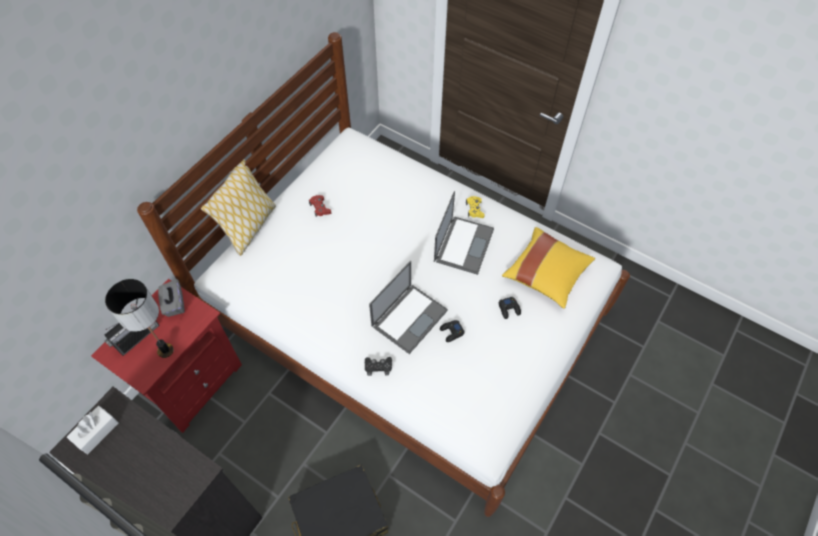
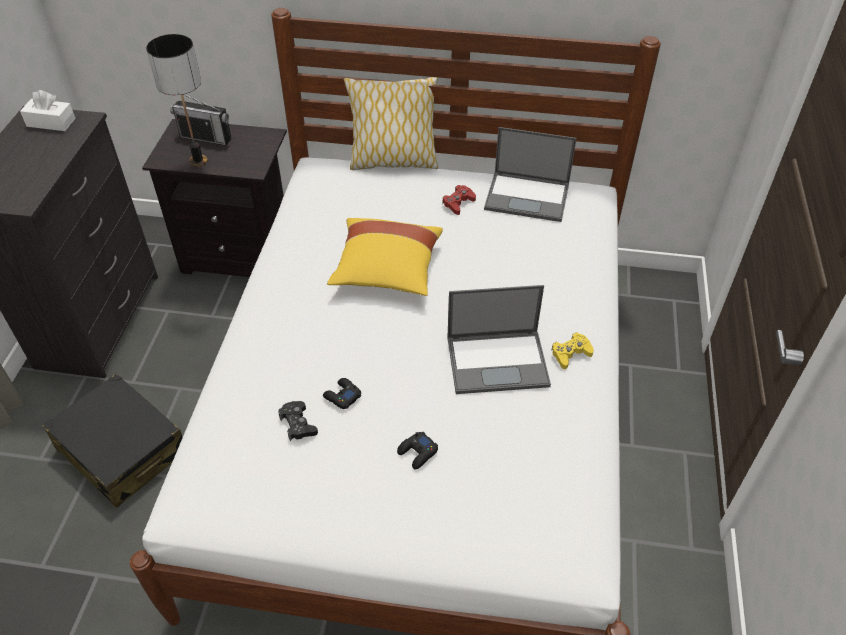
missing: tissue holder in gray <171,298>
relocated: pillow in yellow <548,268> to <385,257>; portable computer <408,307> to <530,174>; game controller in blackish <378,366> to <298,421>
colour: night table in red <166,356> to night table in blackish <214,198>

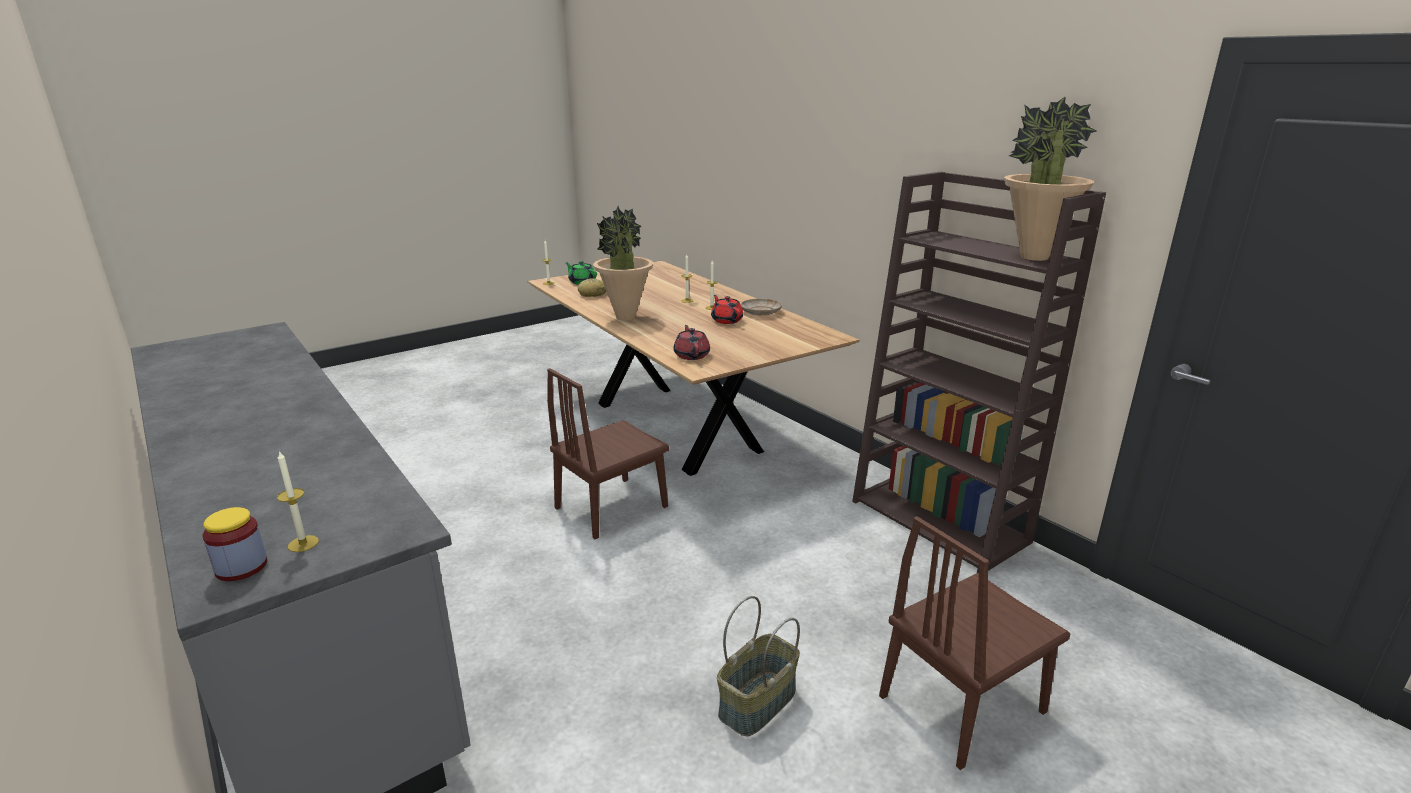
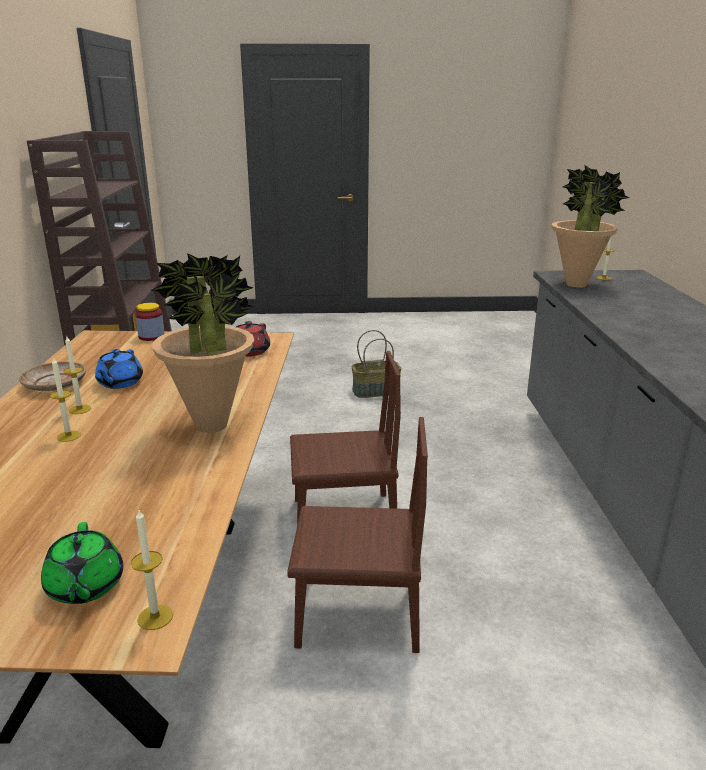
missing: bakery bread <592,287>
relocated: potted plant <1050,178> to <590,226>; jar <234,544> to <150,322>; plain chair in brown <974,643> to <357,535>
colour: teapot in red <727,309> to teapot in bluish <119,369>

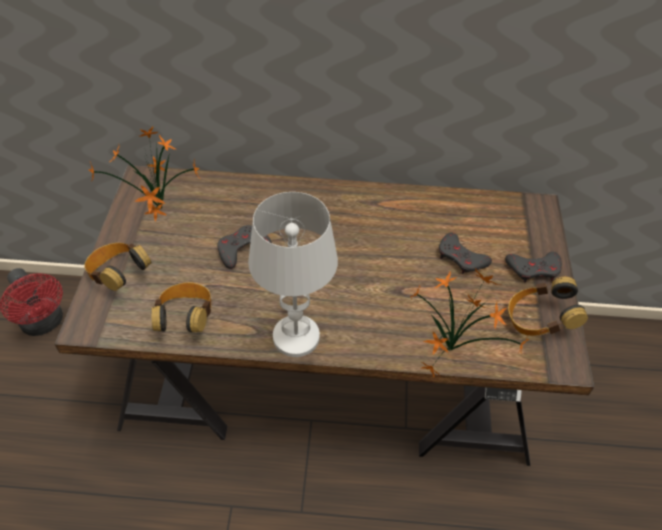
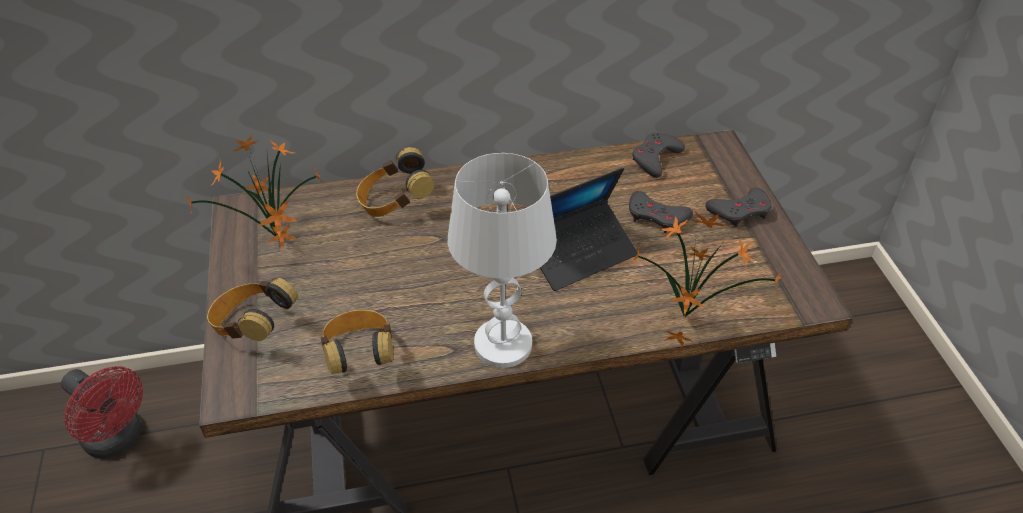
appeared: portable computer <589,229>
relocated: game controller in gray <244,247> to <658,155>; pair of headphones <548,306> to <395,182>

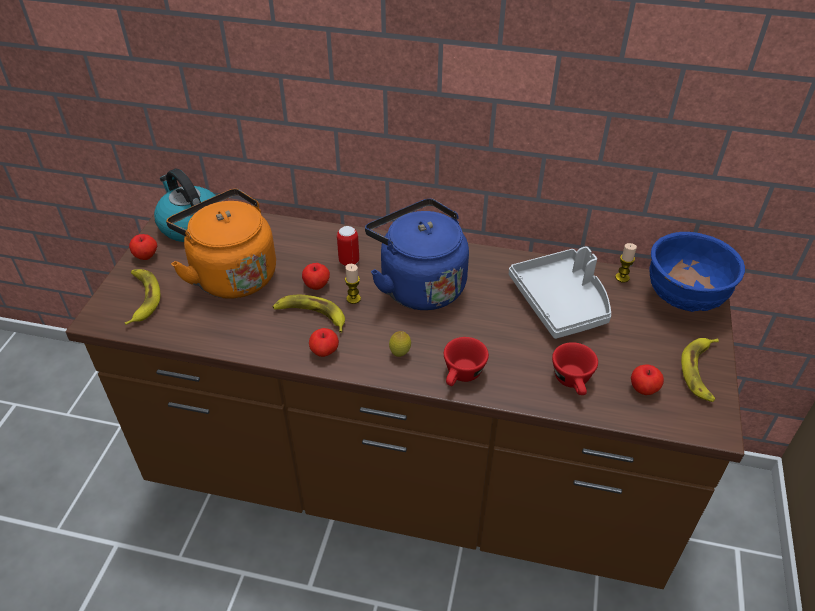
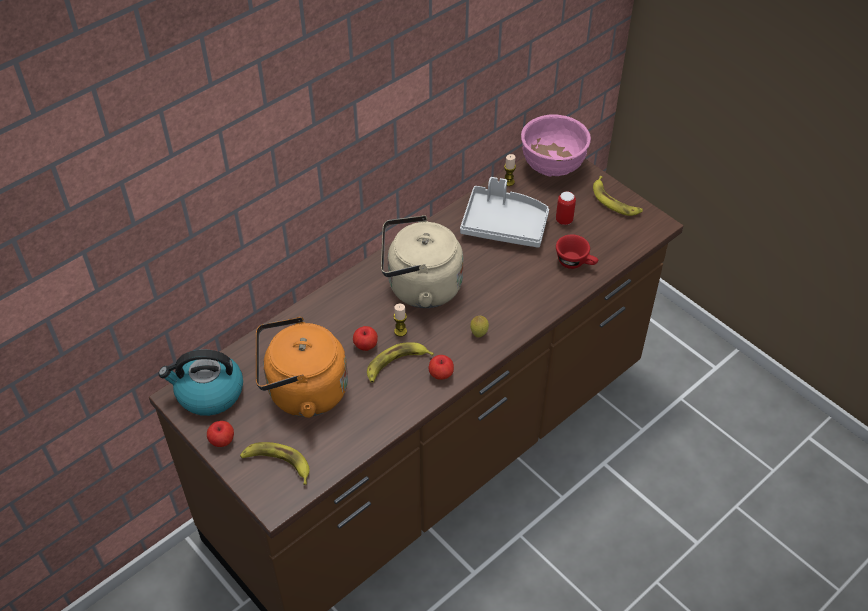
missing: small cup in red <466,361>; apple <647,380>
relocated: sealed can <348,246> to <566,208>
colour: tea kettle in bluish <417,254> to tea kettle in beige-coloured <422,261>; bowl in bluish <697,272> to bowl in pink <556,145>

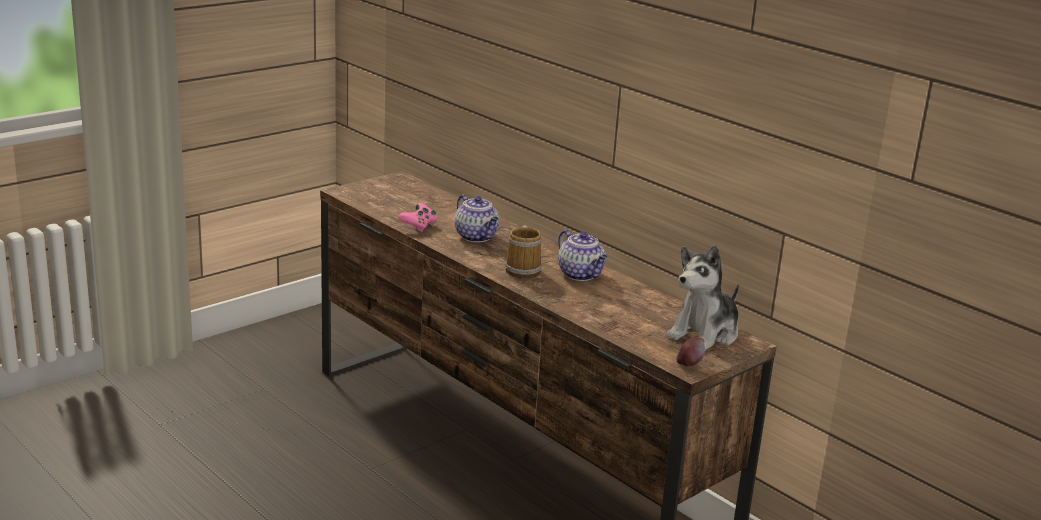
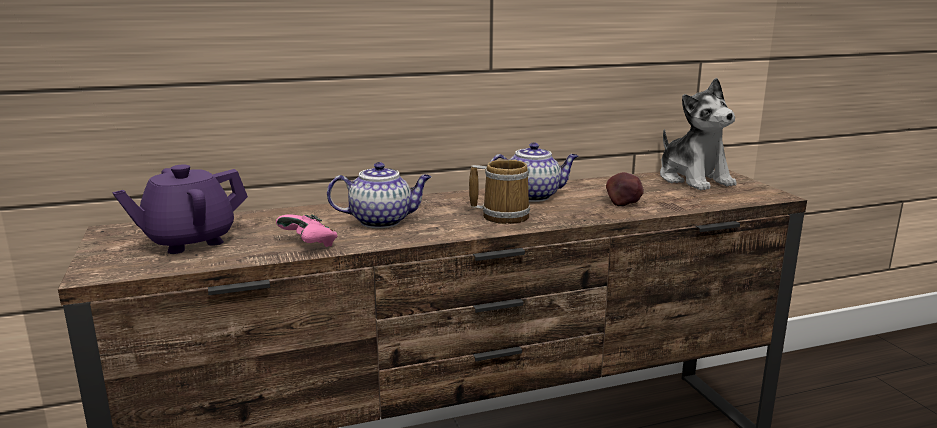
appeared: teapot in purplish <180,209>
relocated: apple <691,351> to <625,189>

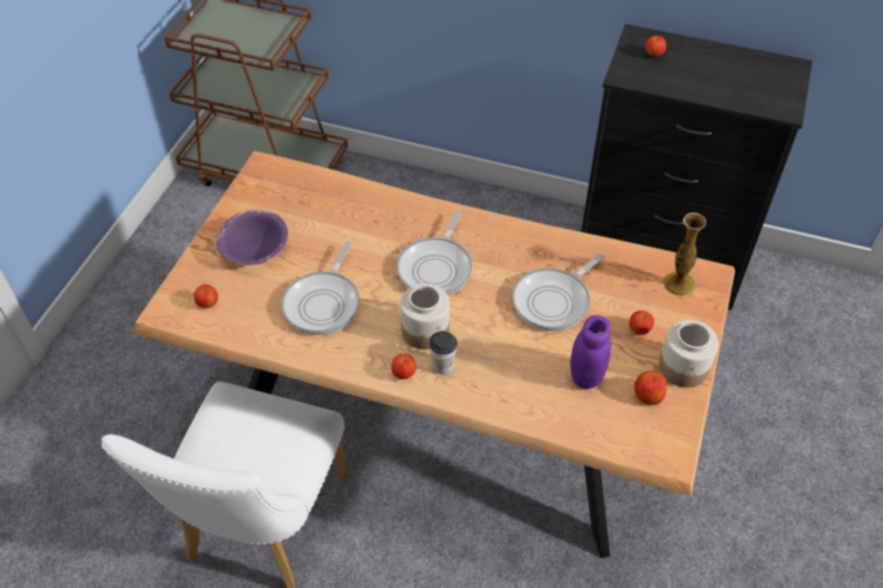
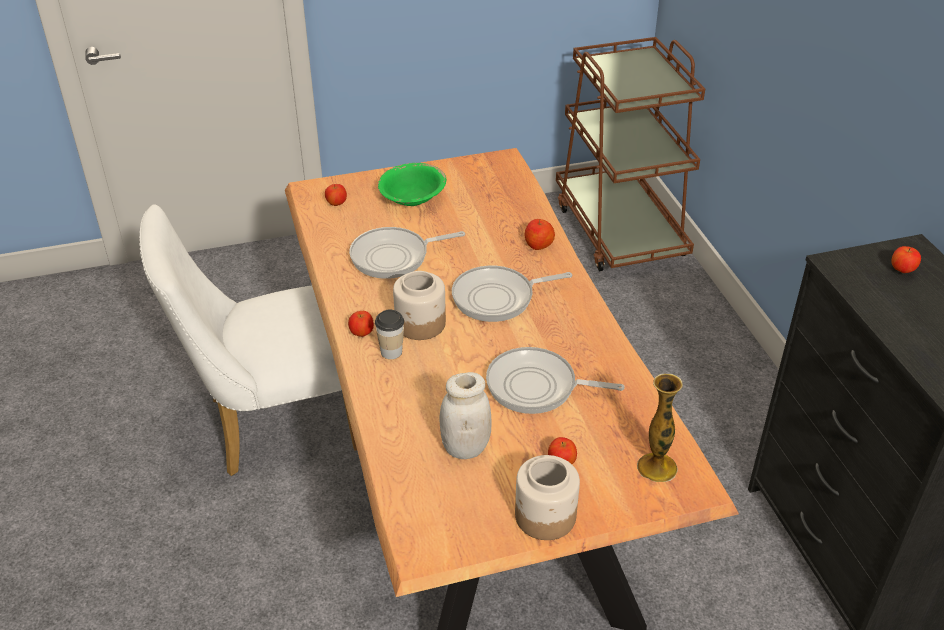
relocated: apple <650,388> to <539,234>
colour: bowl in purplish <252,237> to bowl in greenish <412,184>; jar in purplish <590,352> to jar in white-coloured <465,415>

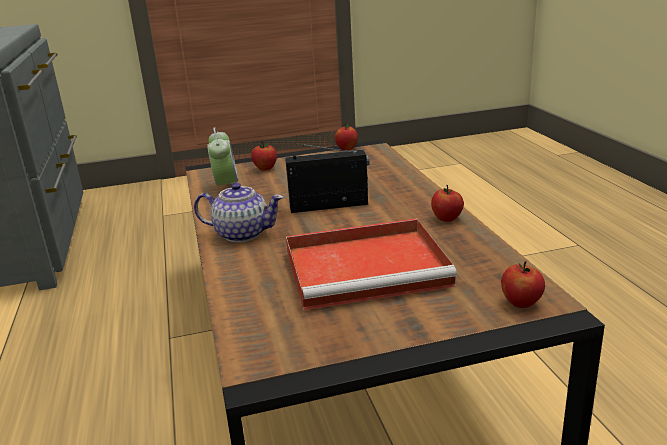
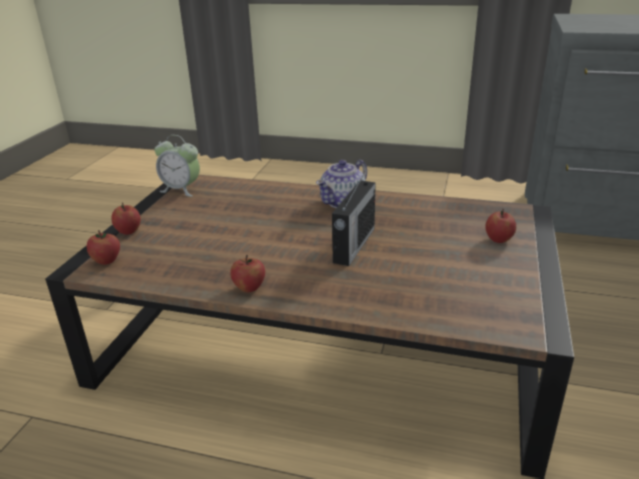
missing: serving tray in red <371,264>
relocated: apple <346,137> to <126,218>; bedside clock <222,157> to <177,166>

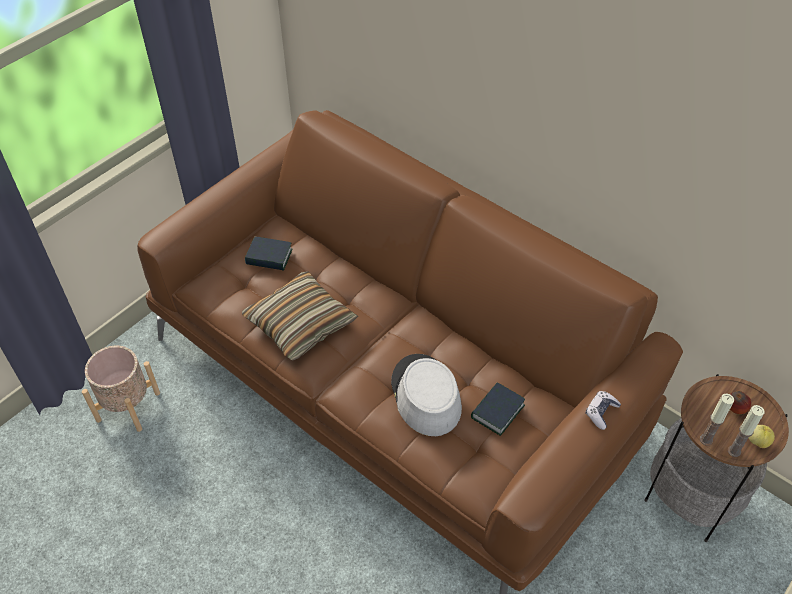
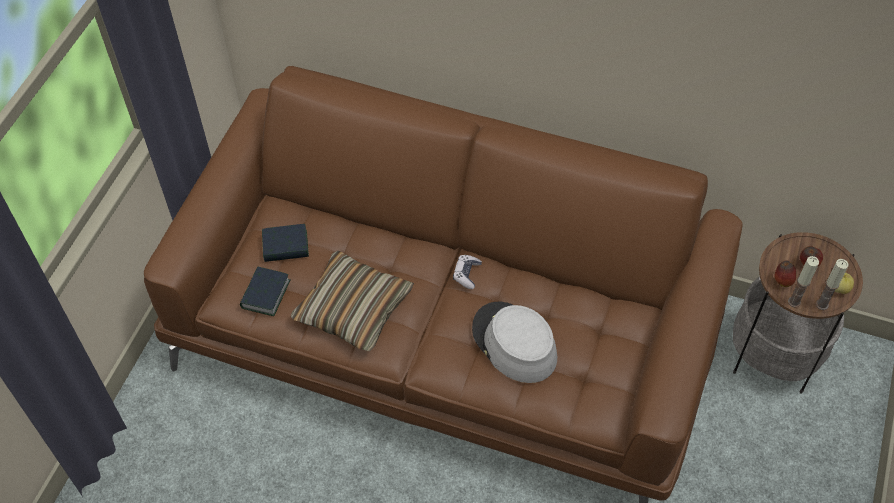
missing: planter in beige-coloured <121,389>
appeared: apple <785,273>
relocated: book <498,409> to <265,291>; game controller <603,410> to <467,272>

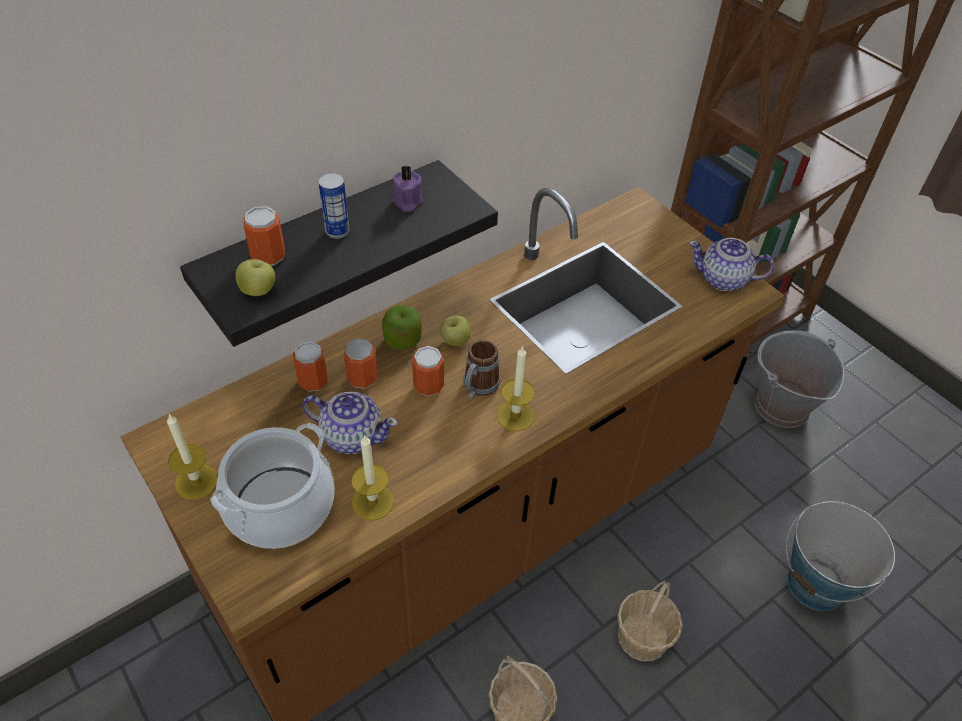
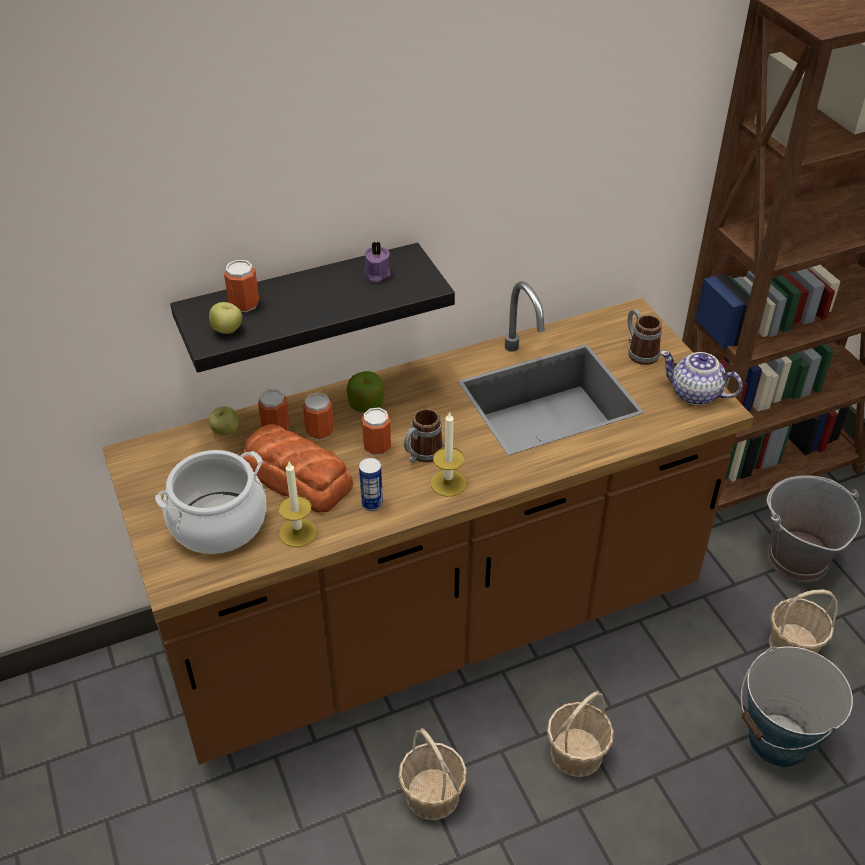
missing: candle <192,457>
appeared: tea mug <644,337>; household basket <803,621>
relocated: sealed can <334,206> to <371,484>; apple <455,331> to <224,421>
exchanged: teapot <350,422> to bakery bread <298,468>

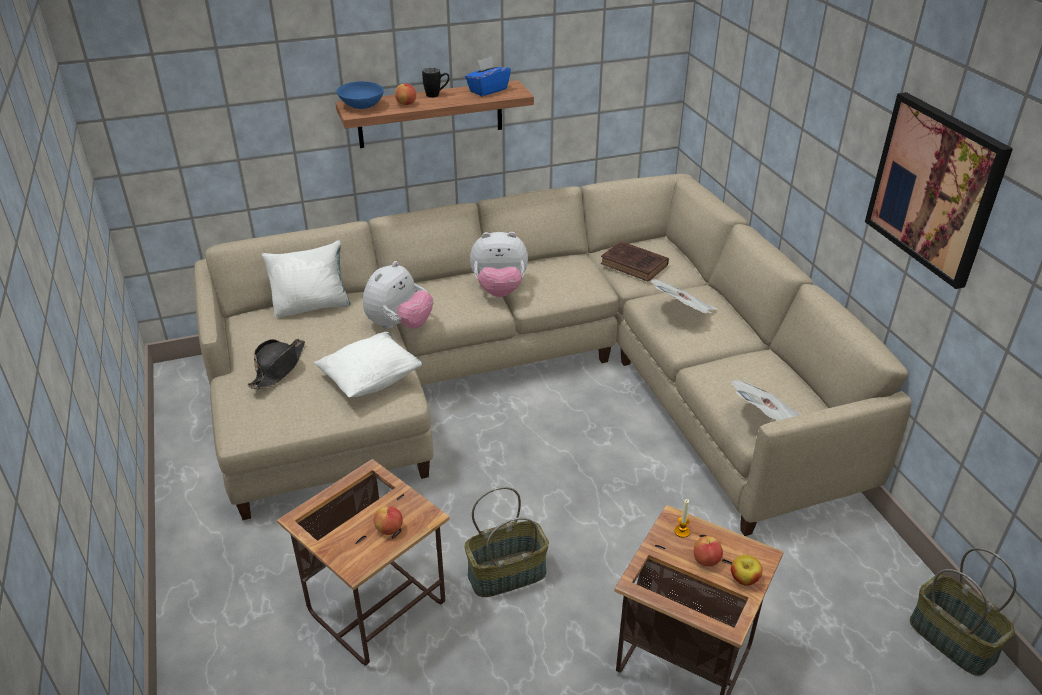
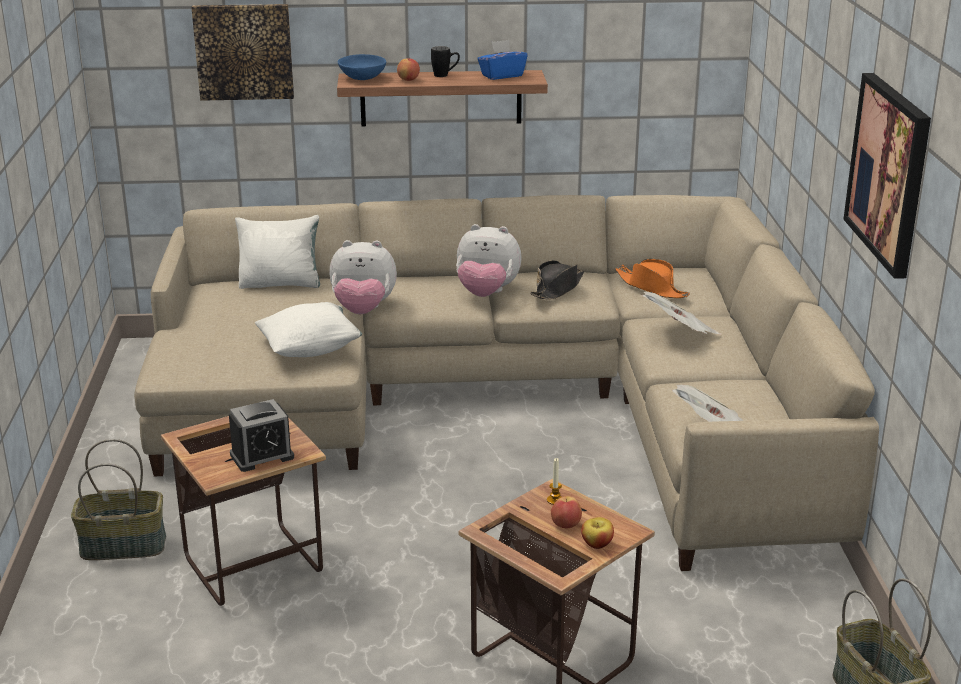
appeared: wall art <242,52>
relocated: clothing hat in blackish <276,363> to <557,280>; household basket <506,542> to <118,499>
exchanged: book in brown <634,261> to clothing hat in orangey <652,278>; apple <388,520> to bedside clock <261,435>
spun: cuddly toy <398,295> = <363,277> 45 degrees clockwise

